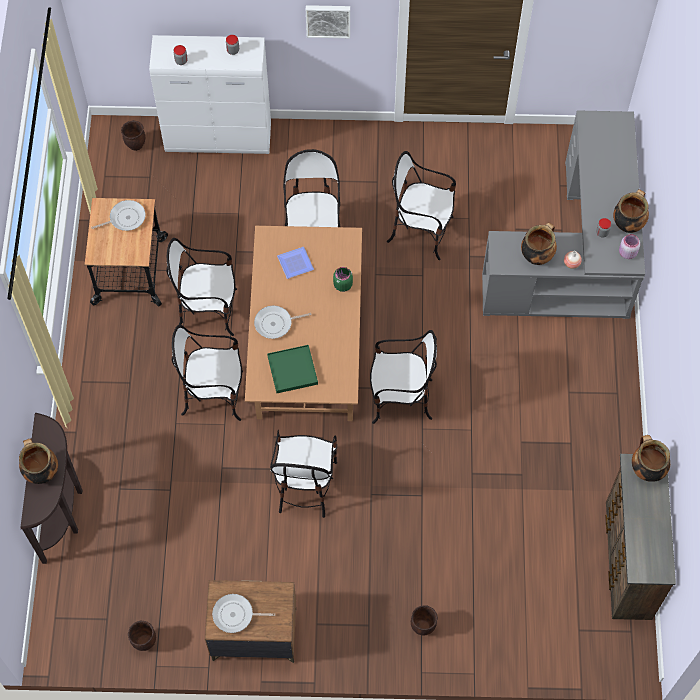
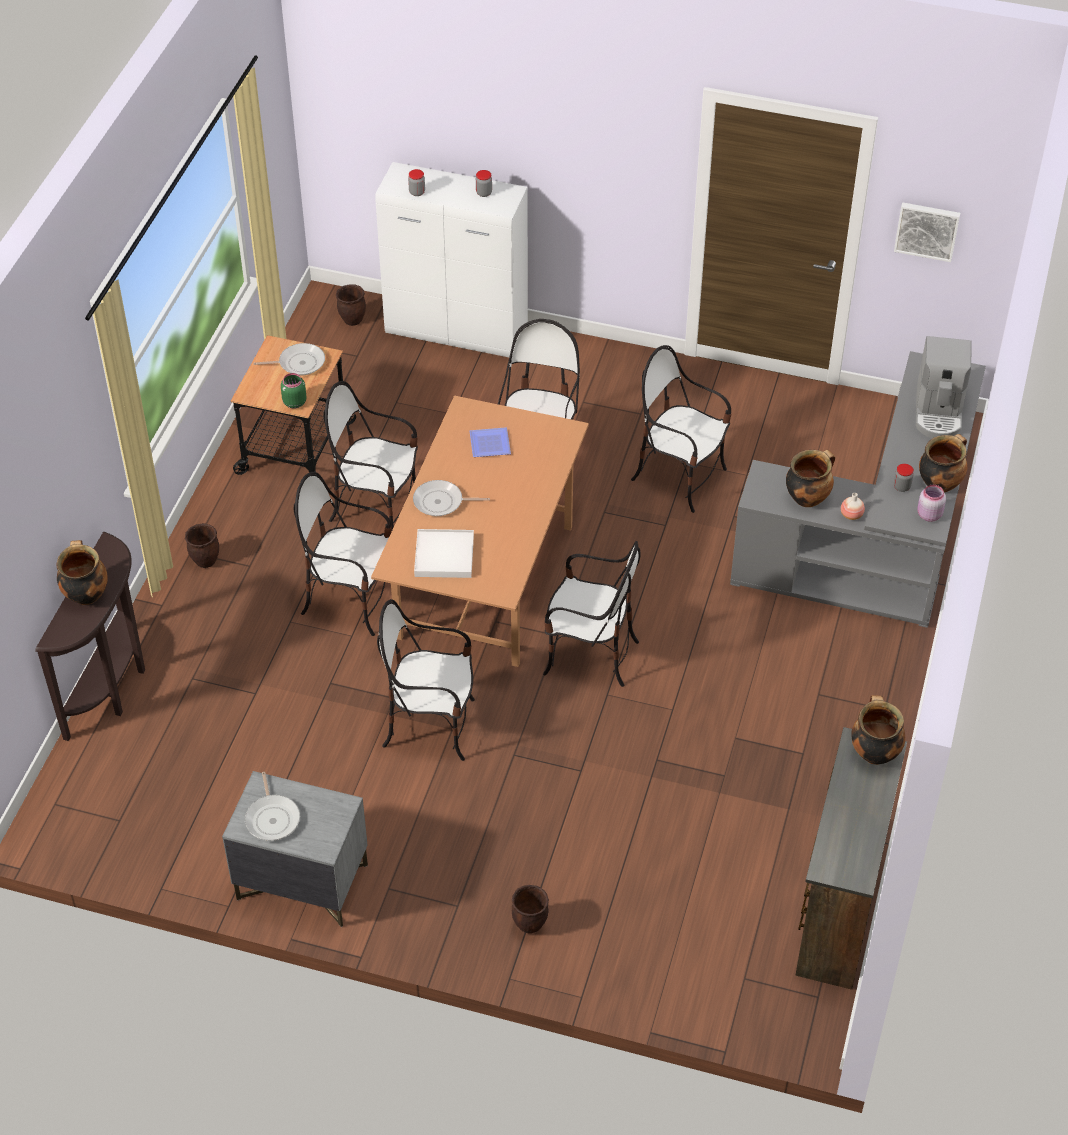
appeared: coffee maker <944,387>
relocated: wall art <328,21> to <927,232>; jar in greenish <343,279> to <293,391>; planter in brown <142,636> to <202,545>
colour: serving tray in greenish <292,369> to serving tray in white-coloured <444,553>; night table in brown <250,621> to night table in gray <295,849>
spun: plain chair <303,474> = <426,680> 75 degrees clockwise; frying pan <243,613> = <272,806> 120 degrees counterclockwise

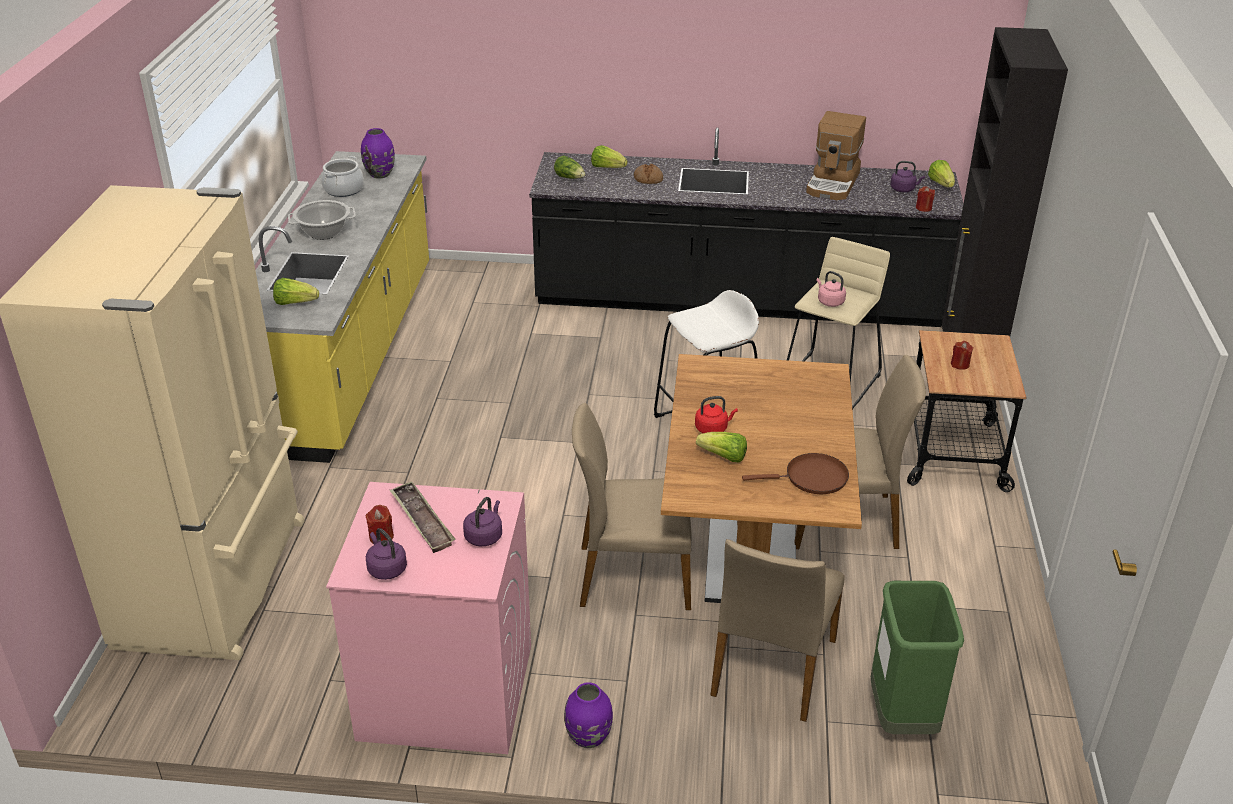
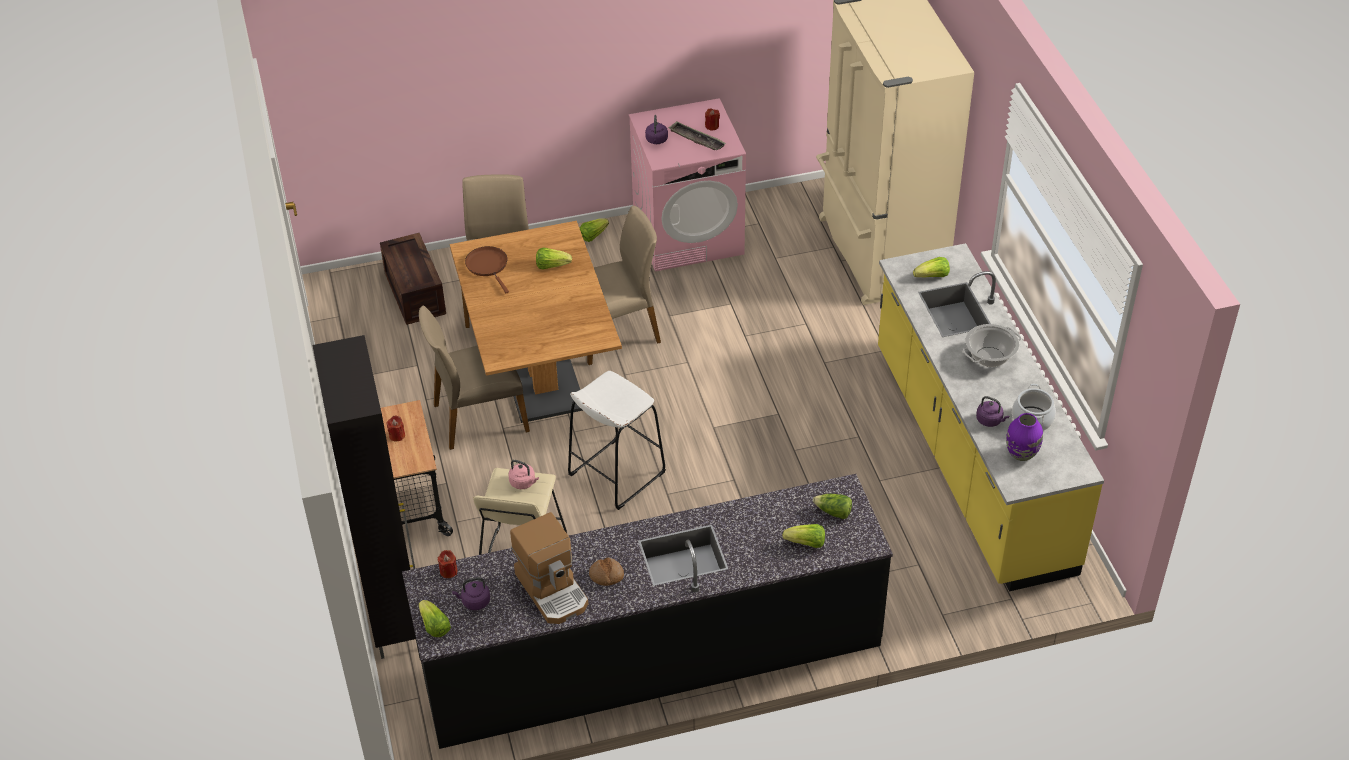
missing: tea kettle in red <716,414>
relocated: bakery bread <648,174> to <606,572>; tea kettle in purplish <386,554> to <992,411>
exchanged: waste bin in greenish <917,657> to shipping crate <413,279>; vase in purplish <588,715> to head of lettuce <594,230>
spun: coffee maker <836,155> = <549,568> 150 degrees clockwise; frying pan in brown <795,473> = <487,269> 90 degrees clockwise

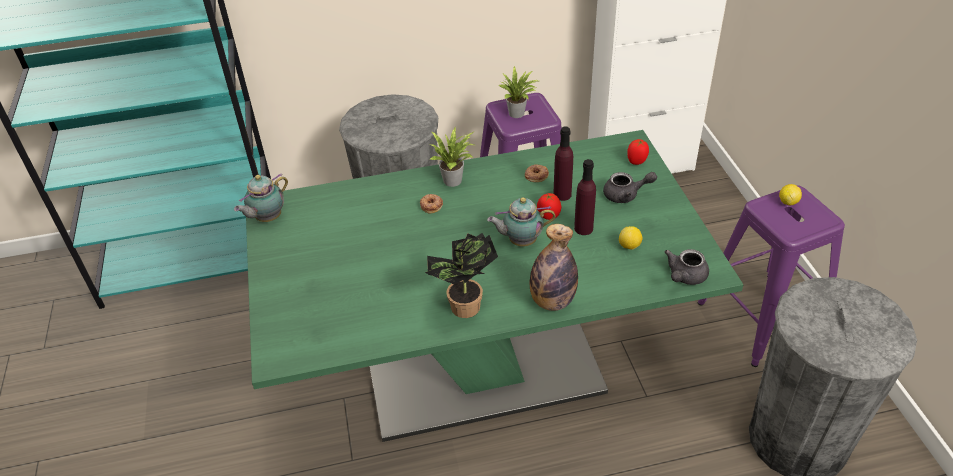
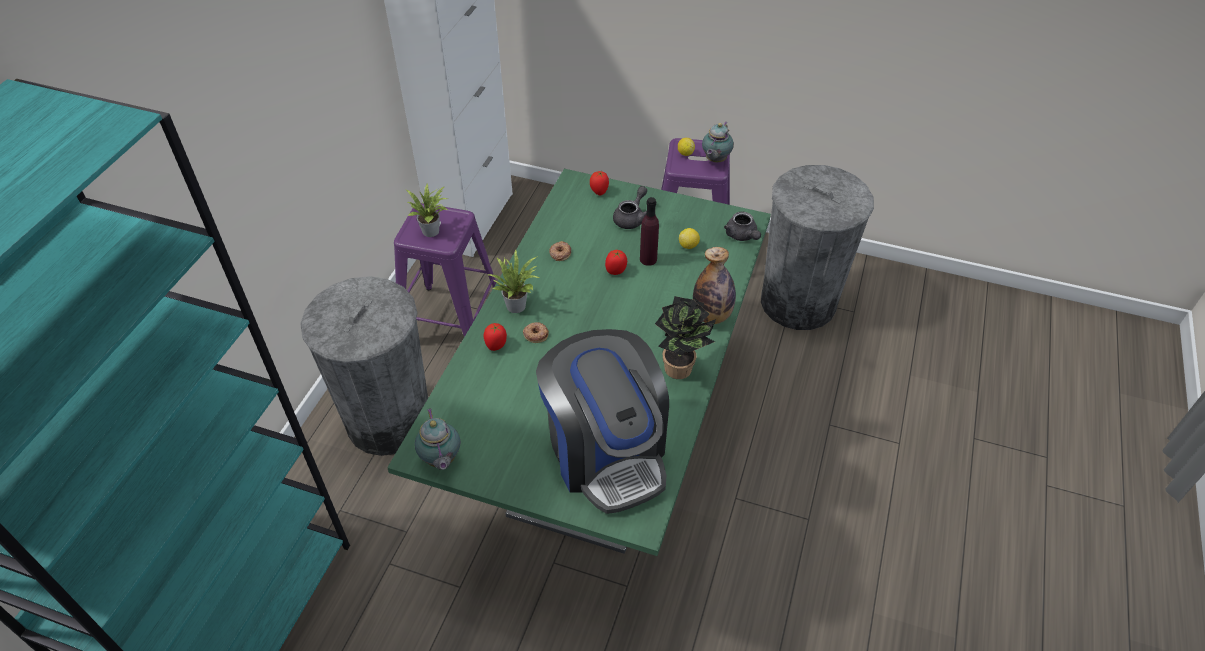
missing: bottle in purplish <563,163>
appeared: tomato <495,337>; coffee maker <602,421>
relocated: teapot <521,222> to <718,142>

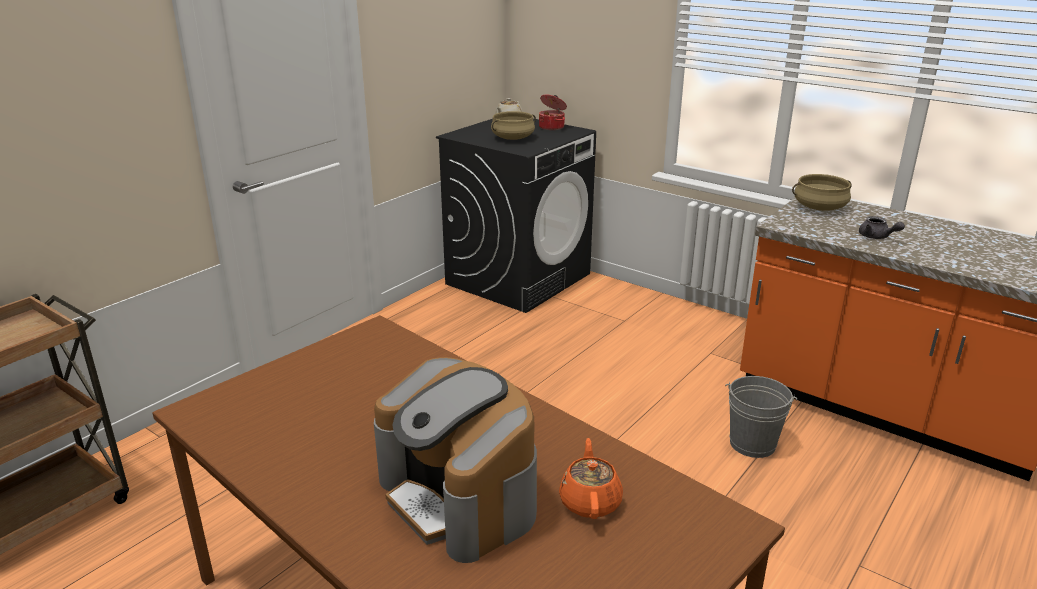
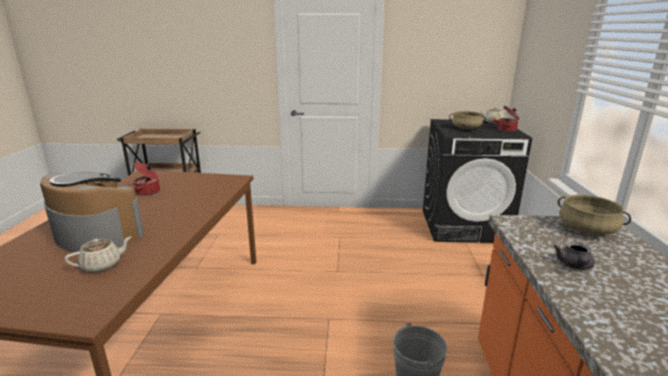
appeared: cooking pot <146,179>
colour: teapot in orangey <591,478> to teapot in beige-coloured <98,254>
spun: coffee maker <455,460> = <92,212> 105 degrees clockwise

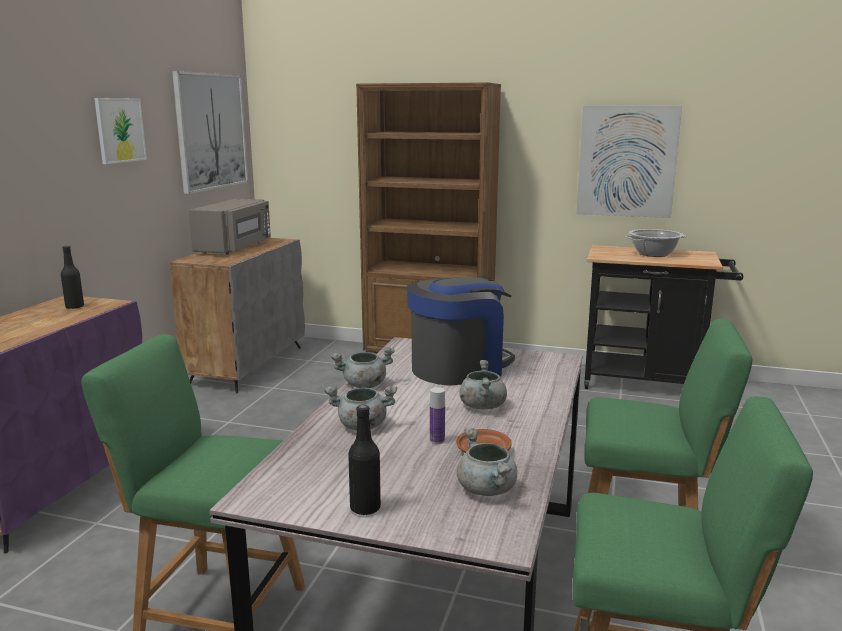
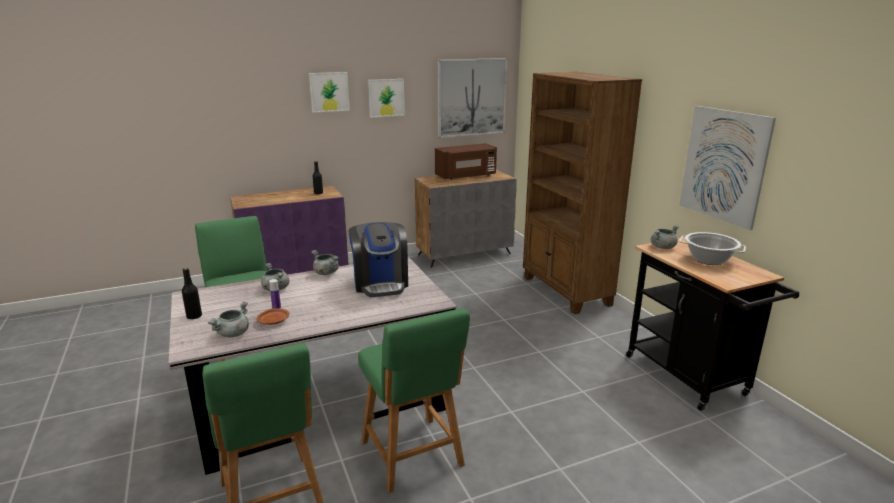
appeared: wall art <329,92>
relocated: cooking pot in gray <483,384> to <665,237>
colour: microwave in gray <230,227> to microwave in brown <466,161>
spun: coffee maker <461,330> = <378,259> 60 degrees clockwise

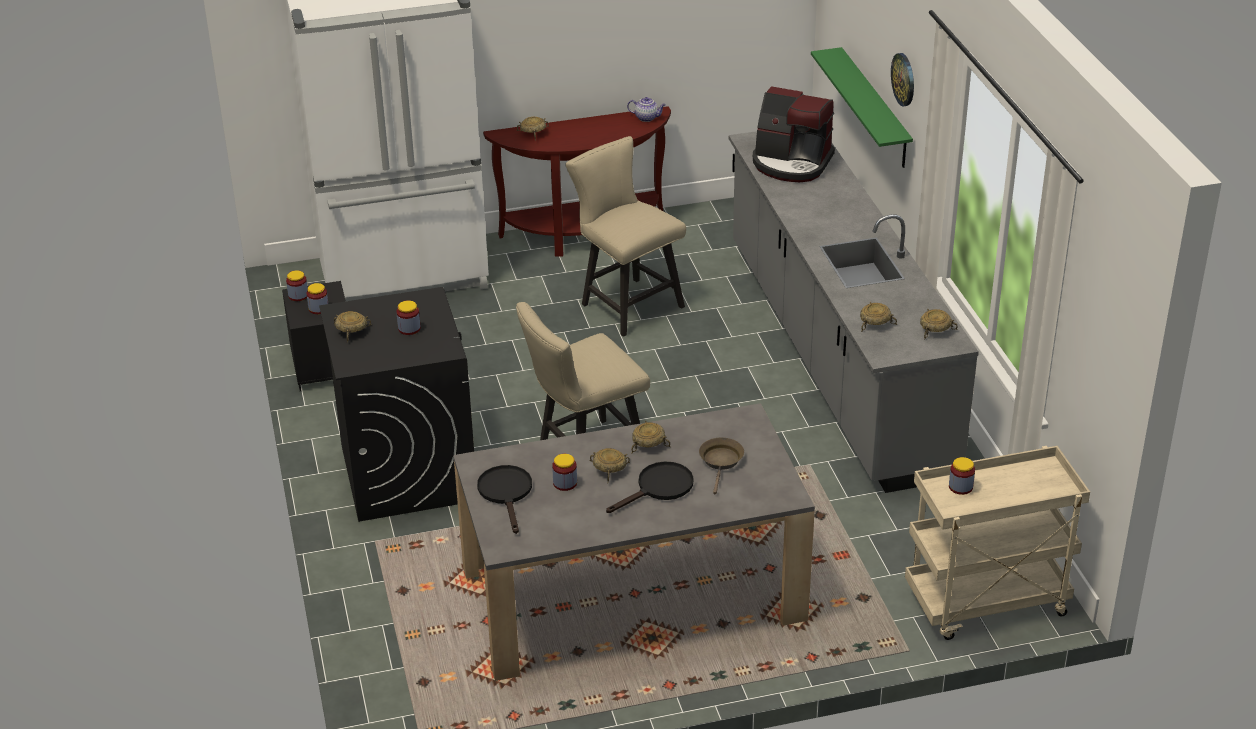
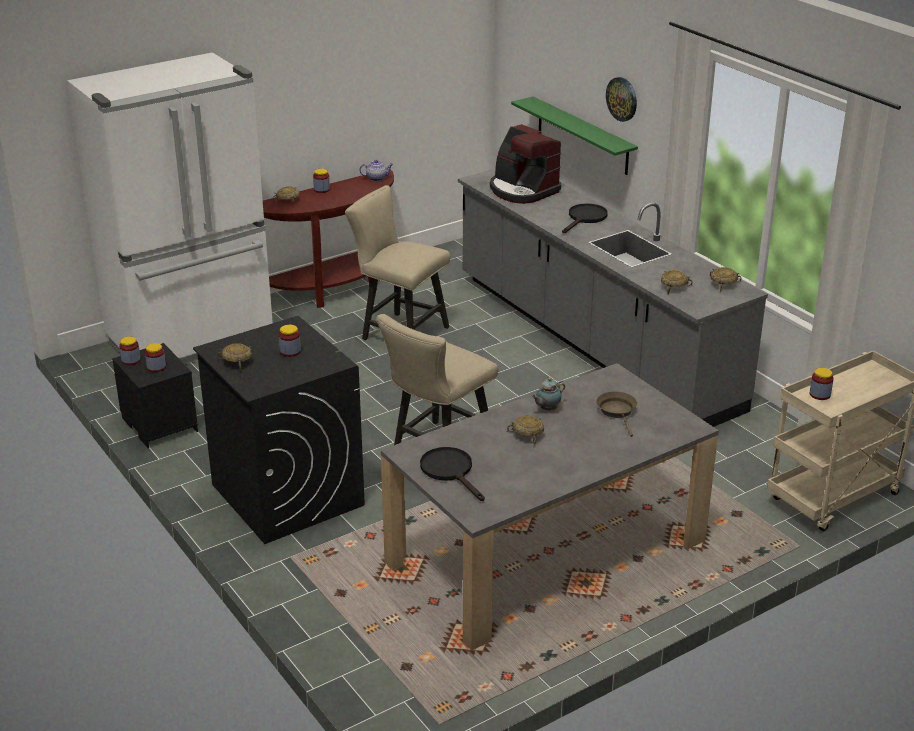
relocated: jar <564,472> to <321,181>; frying pan in blackish <650,487> to <585,218>
exchanged: bowl in beige-coloured <651,437> to teapot <548,394>
spun: coffee maker <794,134> = <525,164> 45 degrees clockwise

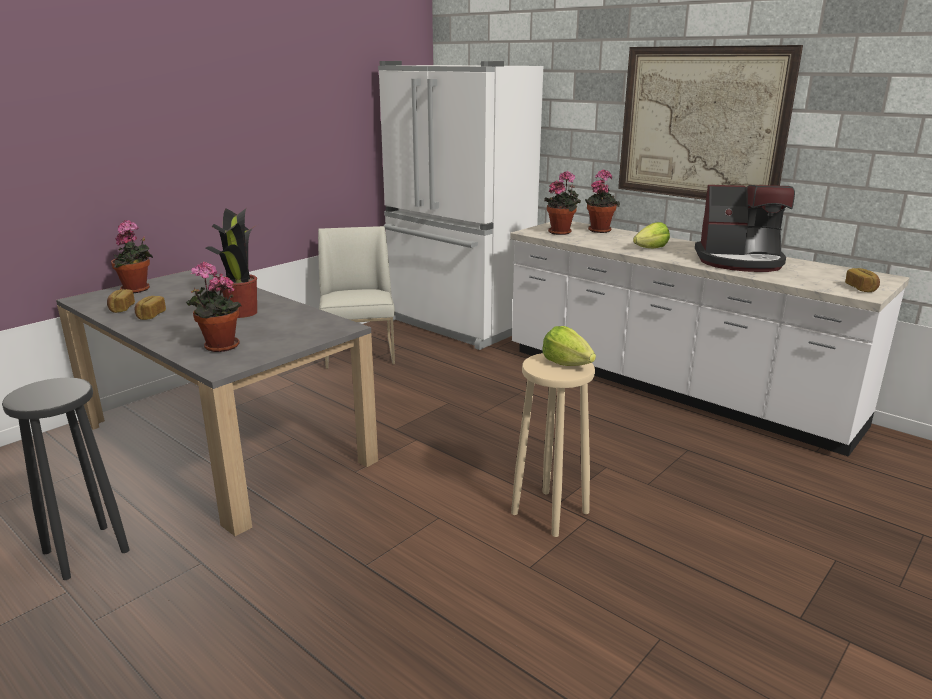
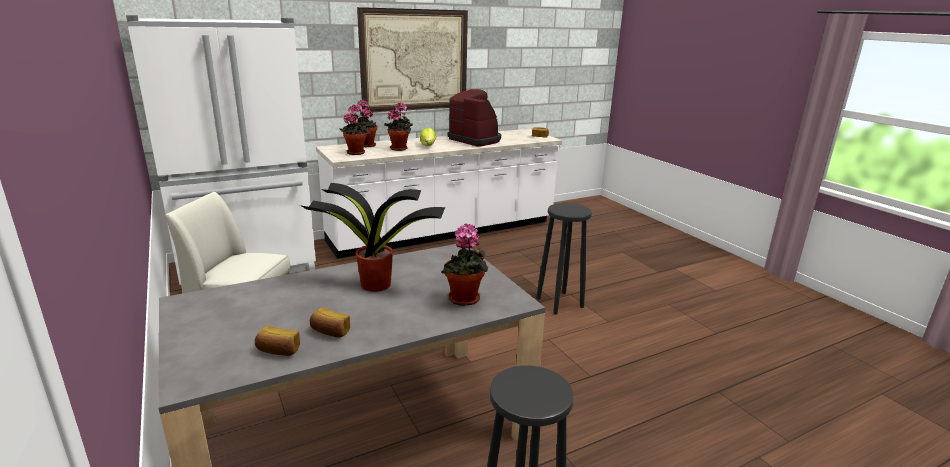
missing: head of lettuce <569,346>
relocated: potted plant <132,256> to <398,126>
colour: stool seat in beige-coloured <553,445> to stool seat in blackish <564,258>
spun: coffee maker <745,228> = <474,118> 75 degrees counterclockwise

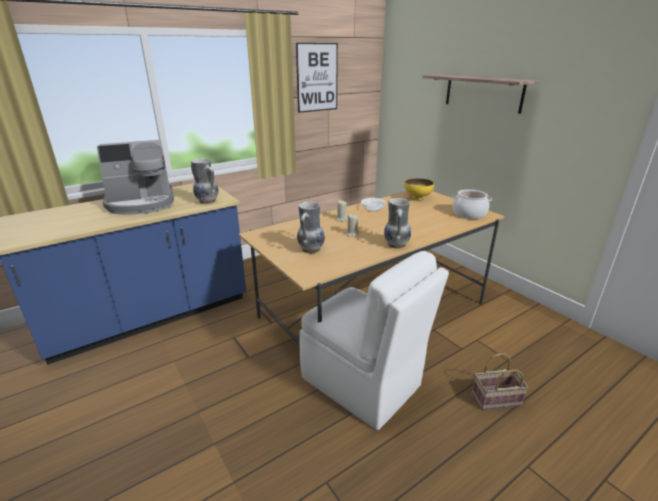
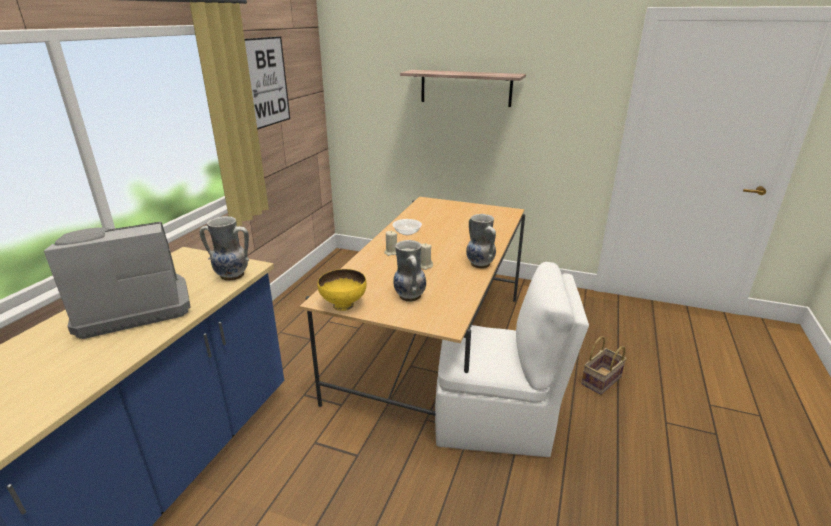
missing: cooking pot <472,204>
relocated: bowl in yellow <419,189> to <342,290>
spun: coffee maker <135,177> = <117,280> 150 degrees counterclockwise

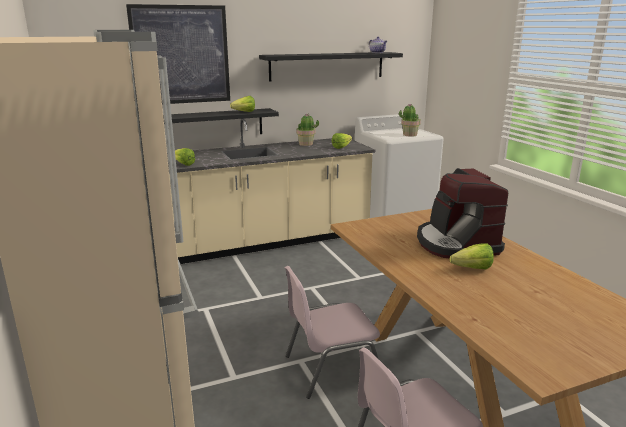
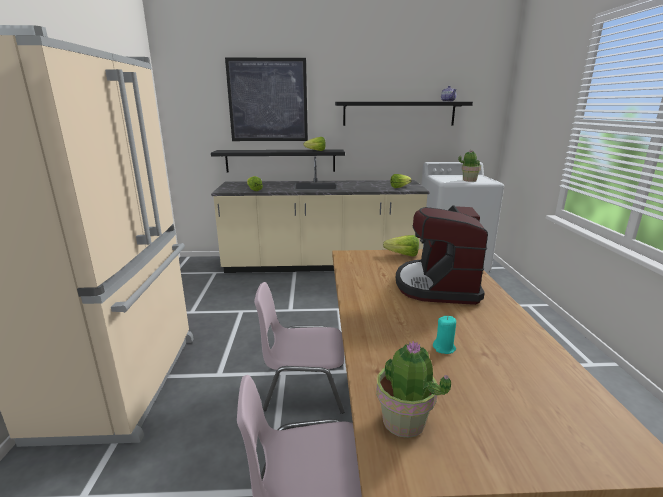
appeared: candle in turquoise <444,335>
relocated: potted plant <308,130> to <413,389>; head of lettuce <472,256> to <401,246>

